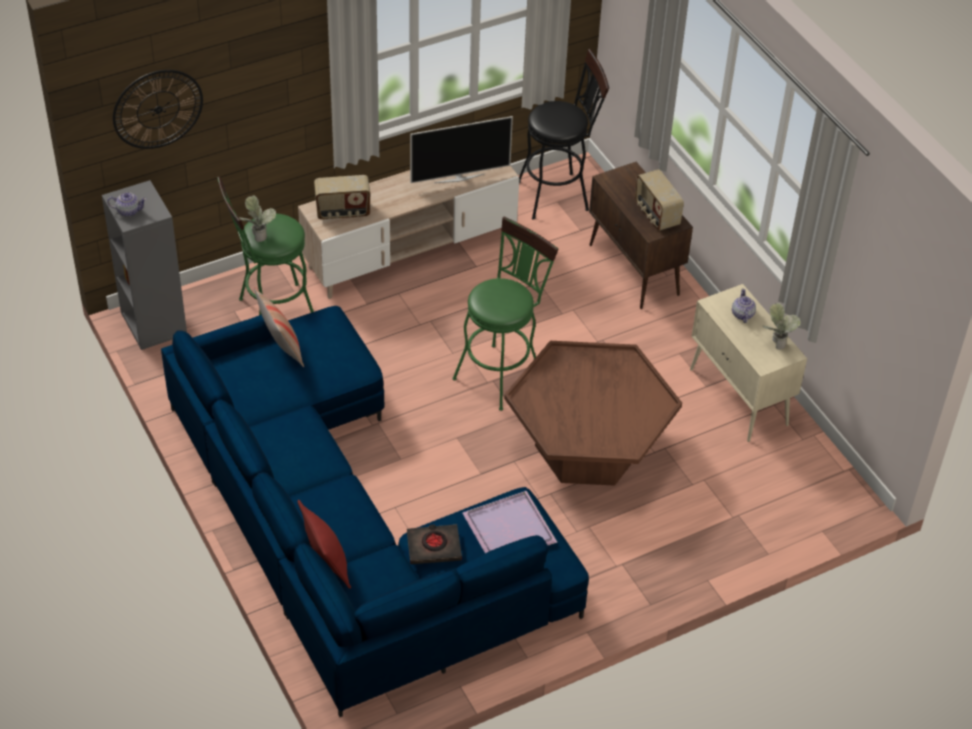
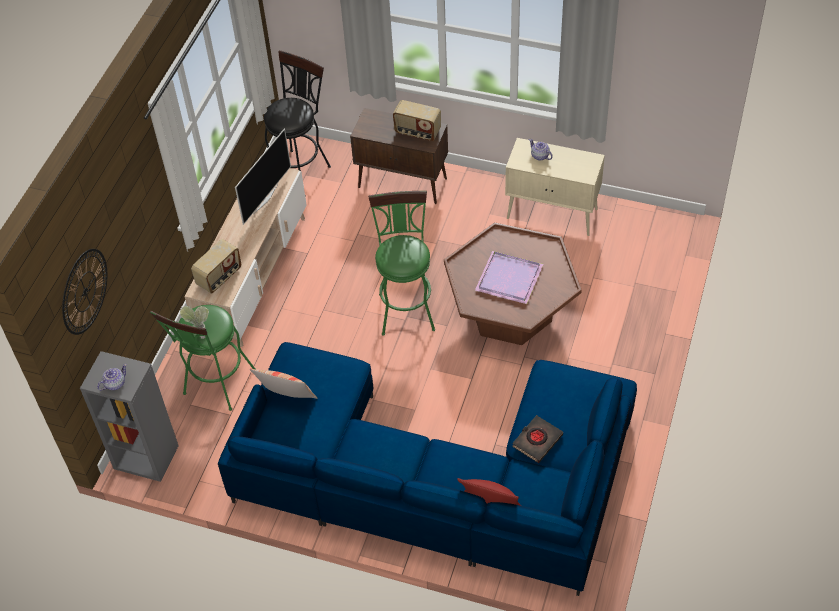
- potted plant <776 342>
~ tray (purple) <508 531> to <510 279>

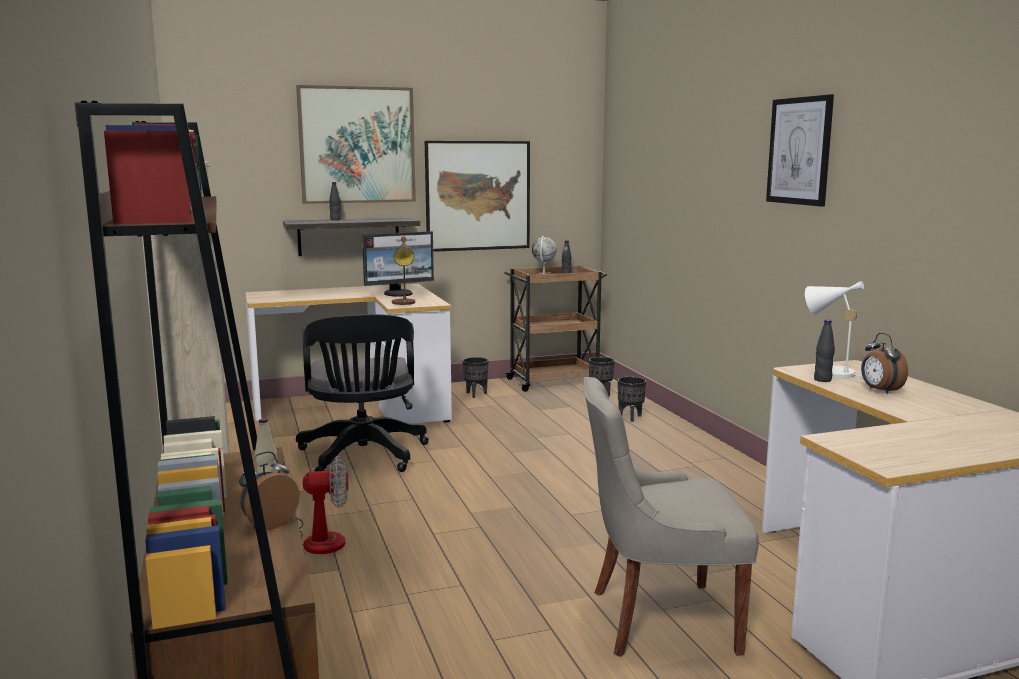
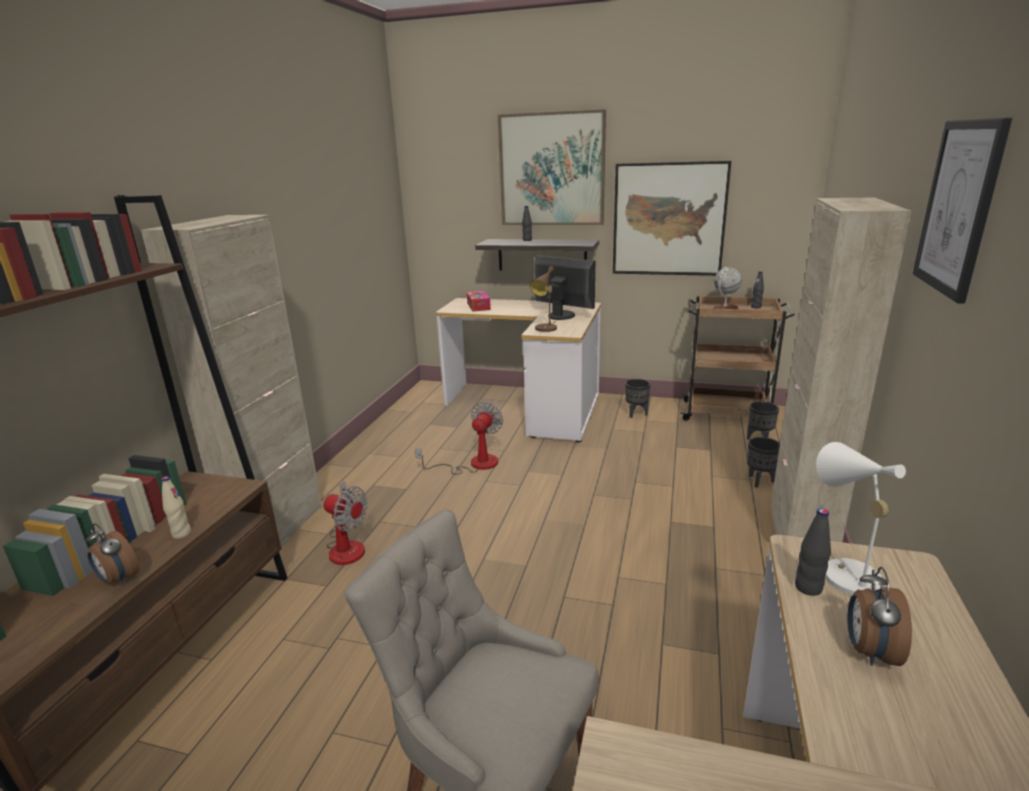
~ monitor <399 294> = <562 315> 150 degrees counterclockwise
~ office chair (black) <363 457> to fan <473 464>
~ alarm clock <268 524> = <118 579> 135 degrees counterclockwise
+ cabinet (beige) <800 536>
+ tissue box <478 306>

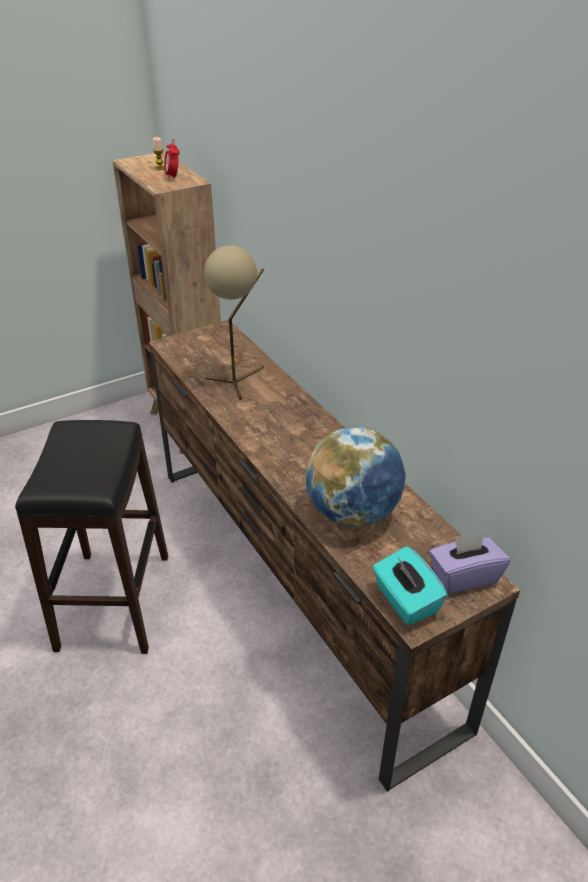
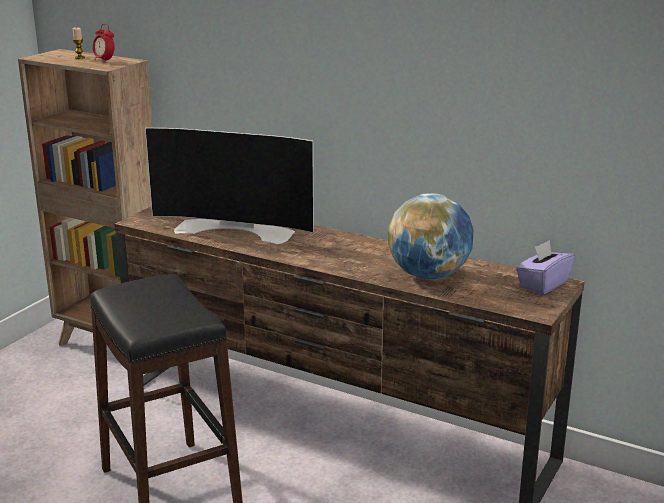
~ table lamp (beige) <238 380> to television <236 229>
- tissue box (turquoise) <405 601>

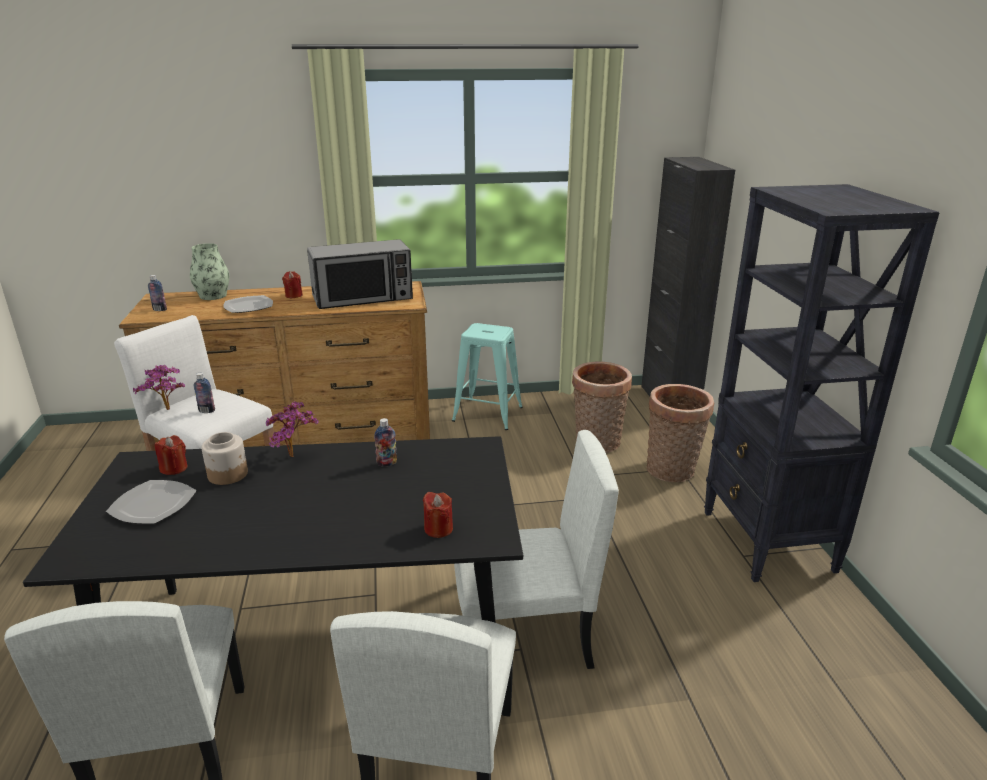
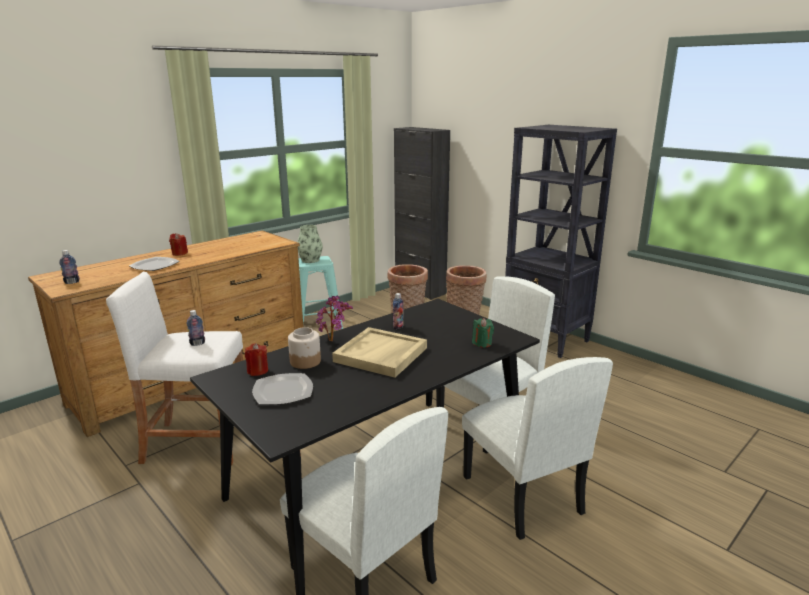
- microwave <363 298>
~ vase <213 296> to <310 260>
- potted plant <167 411>
~ candle (red) <438 529> to candle (green) <482 343>
+ tray (beige) <381 355>

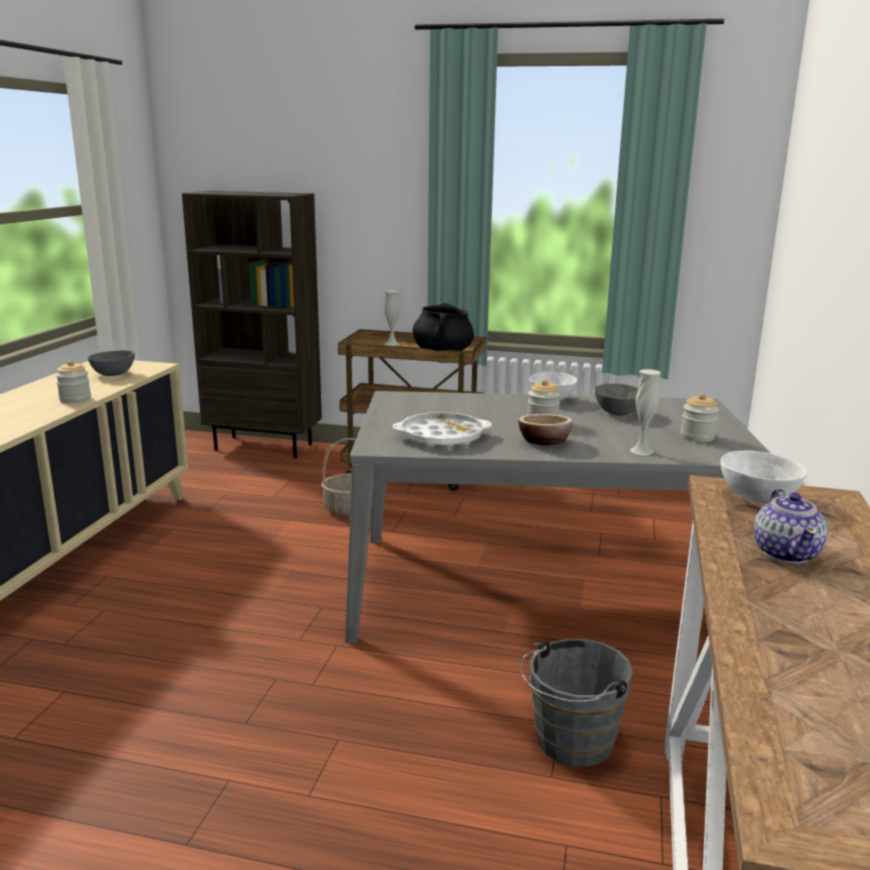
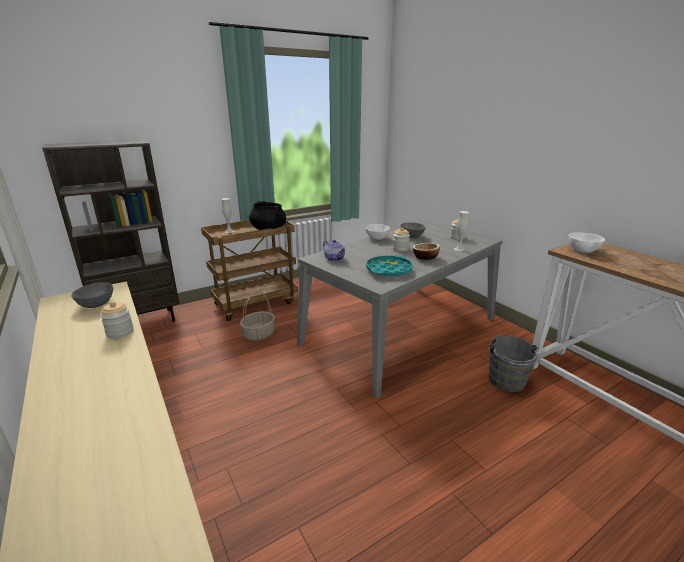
~ tray (white) <441 437> to tray (turquoise) <388 270>
~ teapot <786 553> to <334 258>

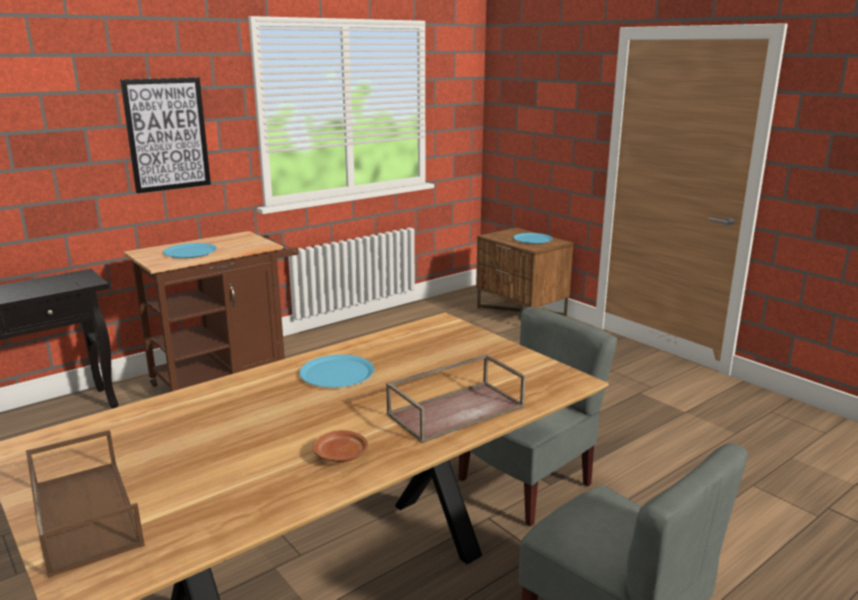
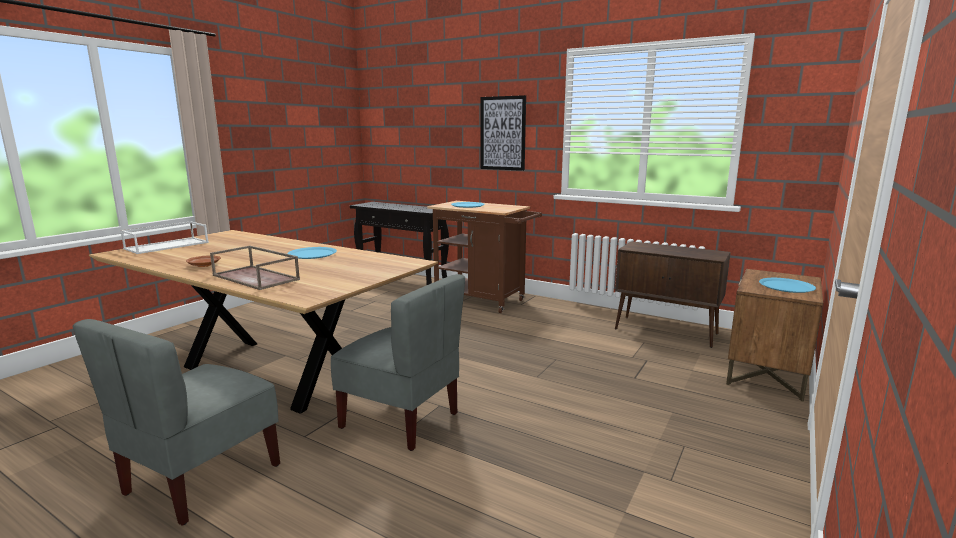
~ tray (brown) <83 514> to tray (white) <167 245>
+ cabinet (brown) <666 331>

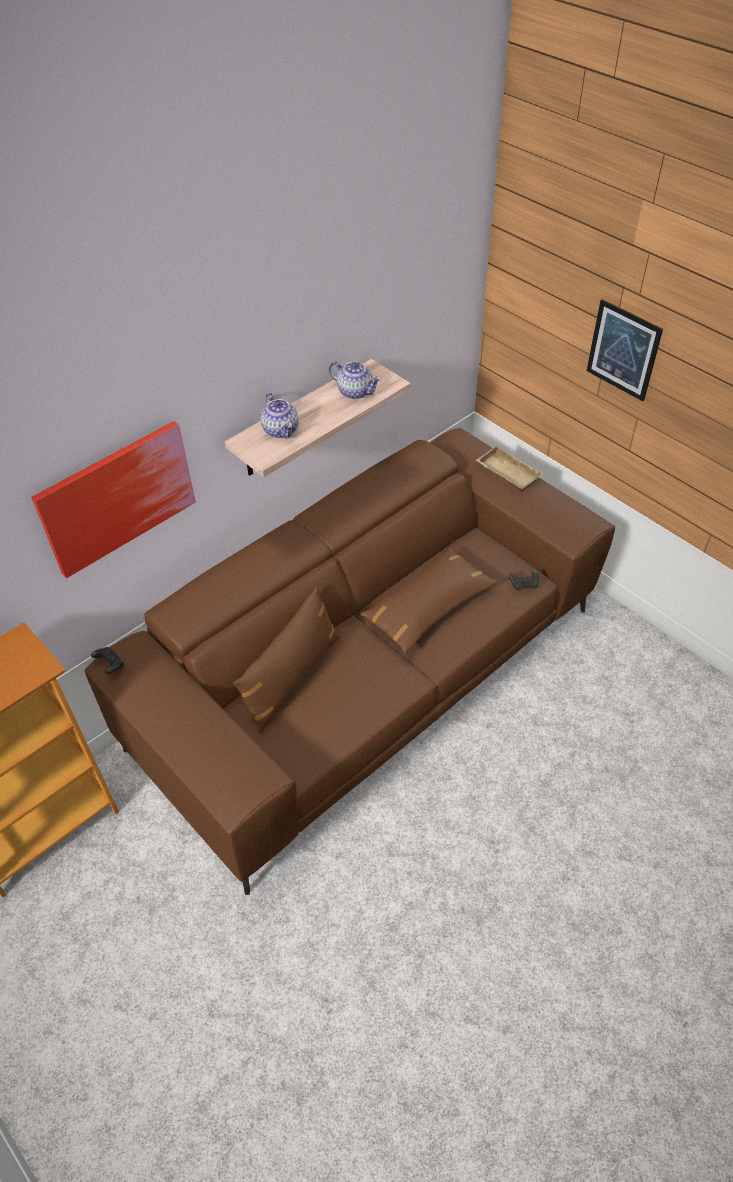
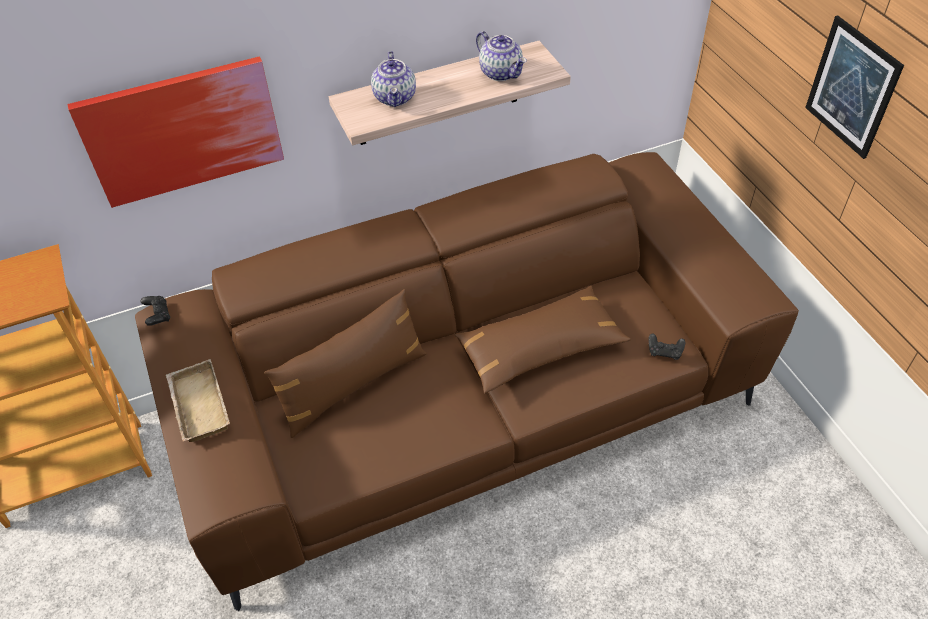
~ tray (beige) <506 473> to <197 405>

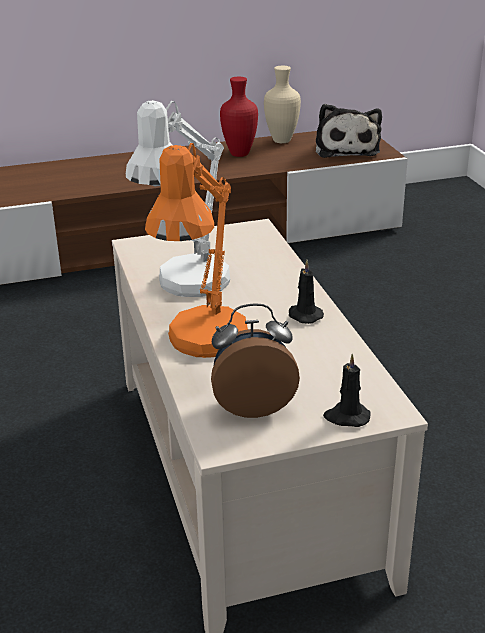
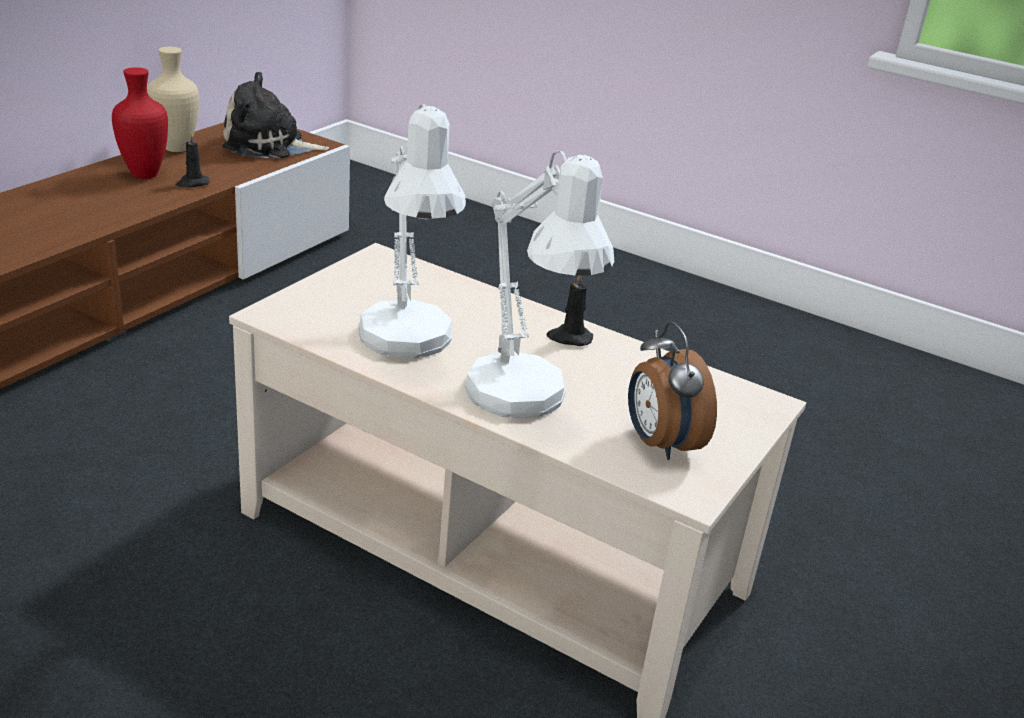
~ plush toy <346 149> = <269 145> 135 degrees clockwise
~ table lamp (orange) <203 345> to table lamp (white) <524 403>
~ alarm clock <253 404> = <659 444> 60 degrees counterclockwise
~ candle (black) <346 417> to <192 183>

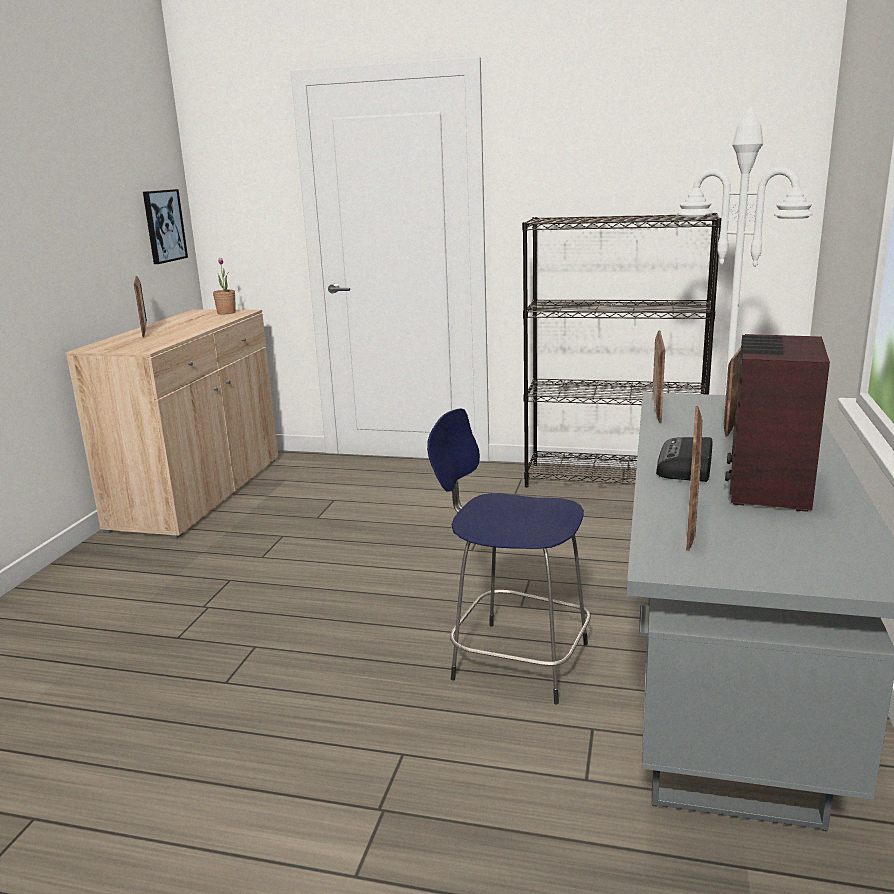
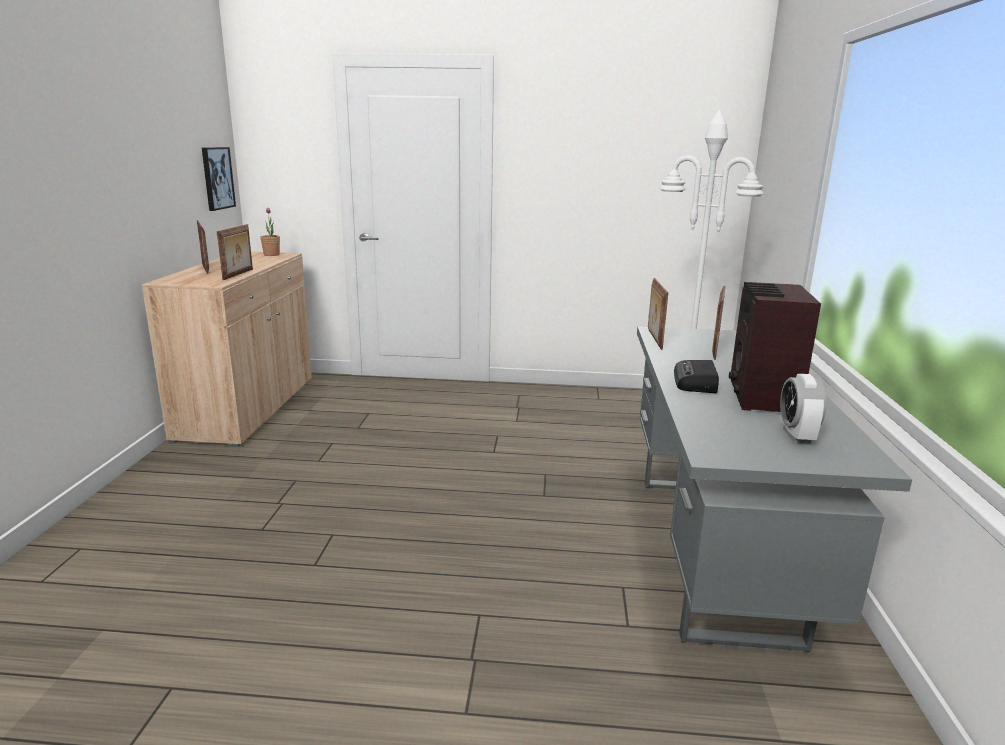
- bookcase (black) <614 479>
~ picture frame <691 522> to <239 274>
- stool (blue) <515 660>
+ alarm clock <796 435>

